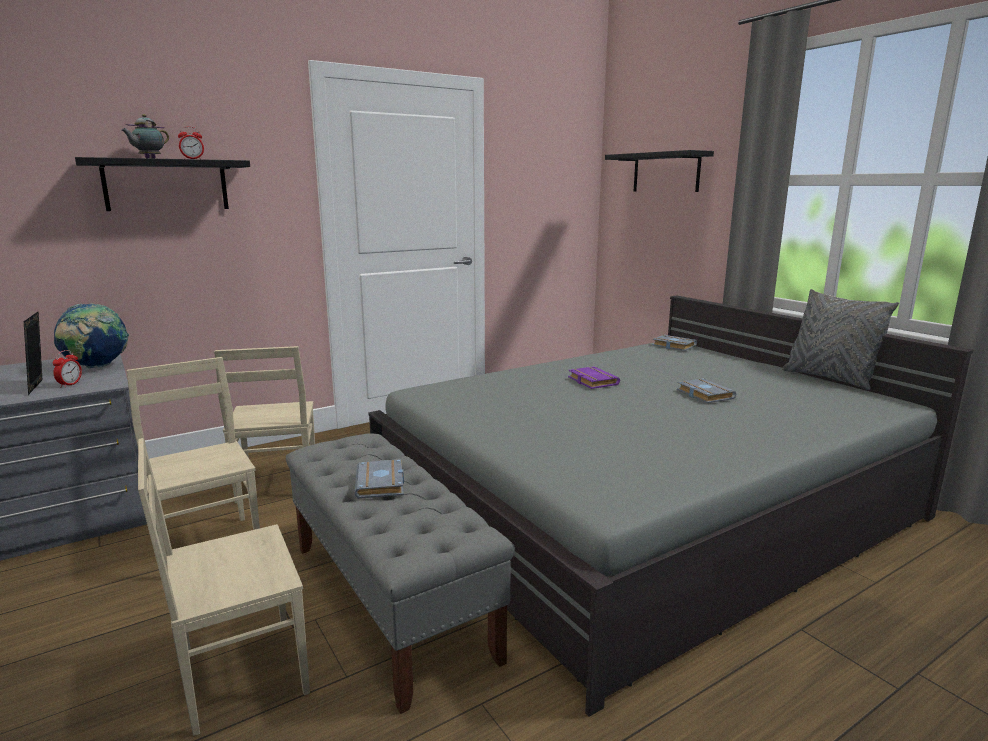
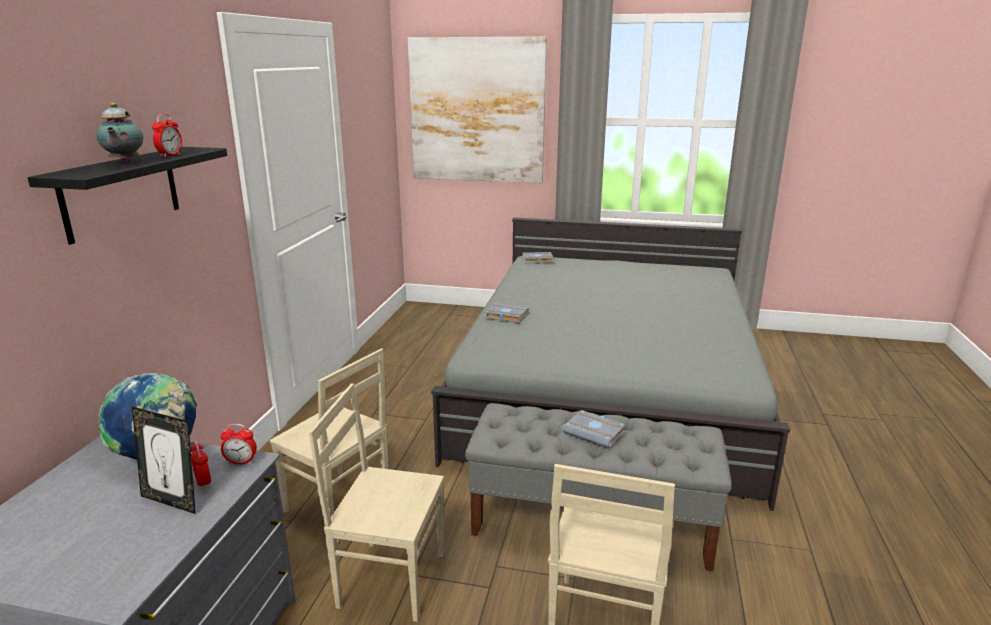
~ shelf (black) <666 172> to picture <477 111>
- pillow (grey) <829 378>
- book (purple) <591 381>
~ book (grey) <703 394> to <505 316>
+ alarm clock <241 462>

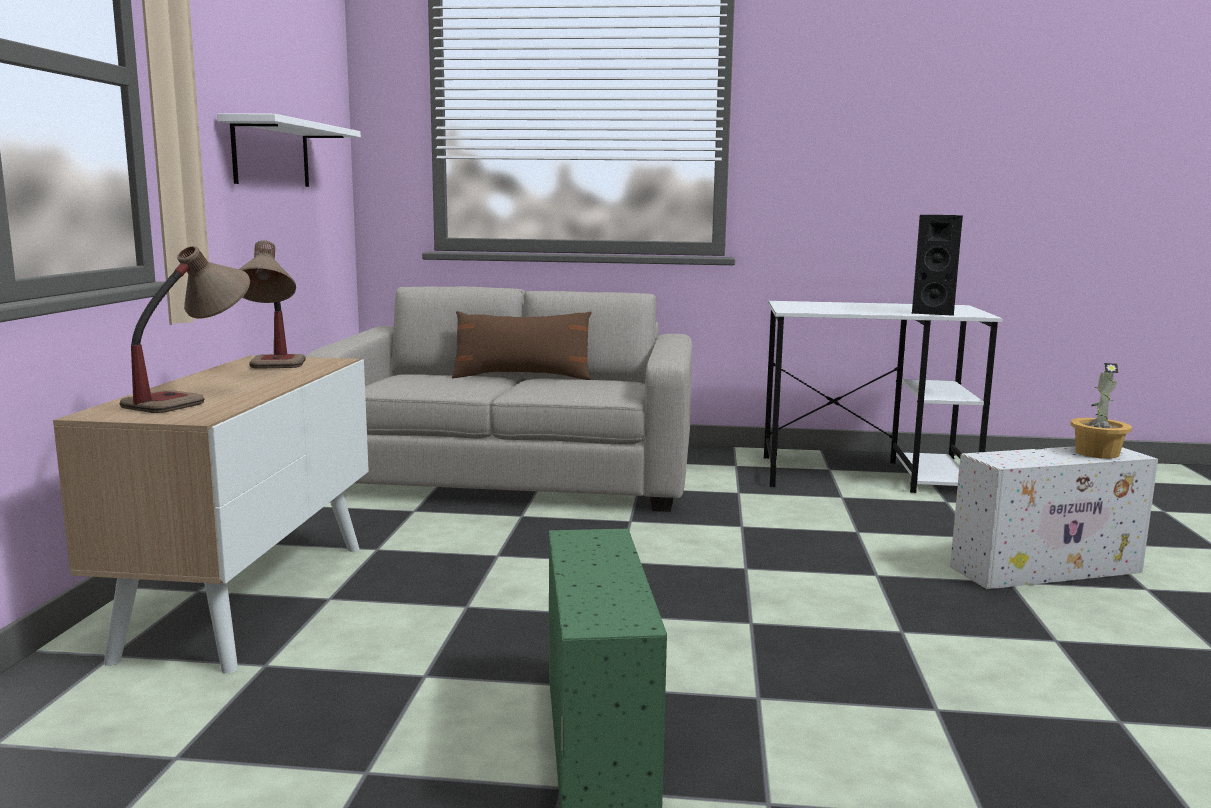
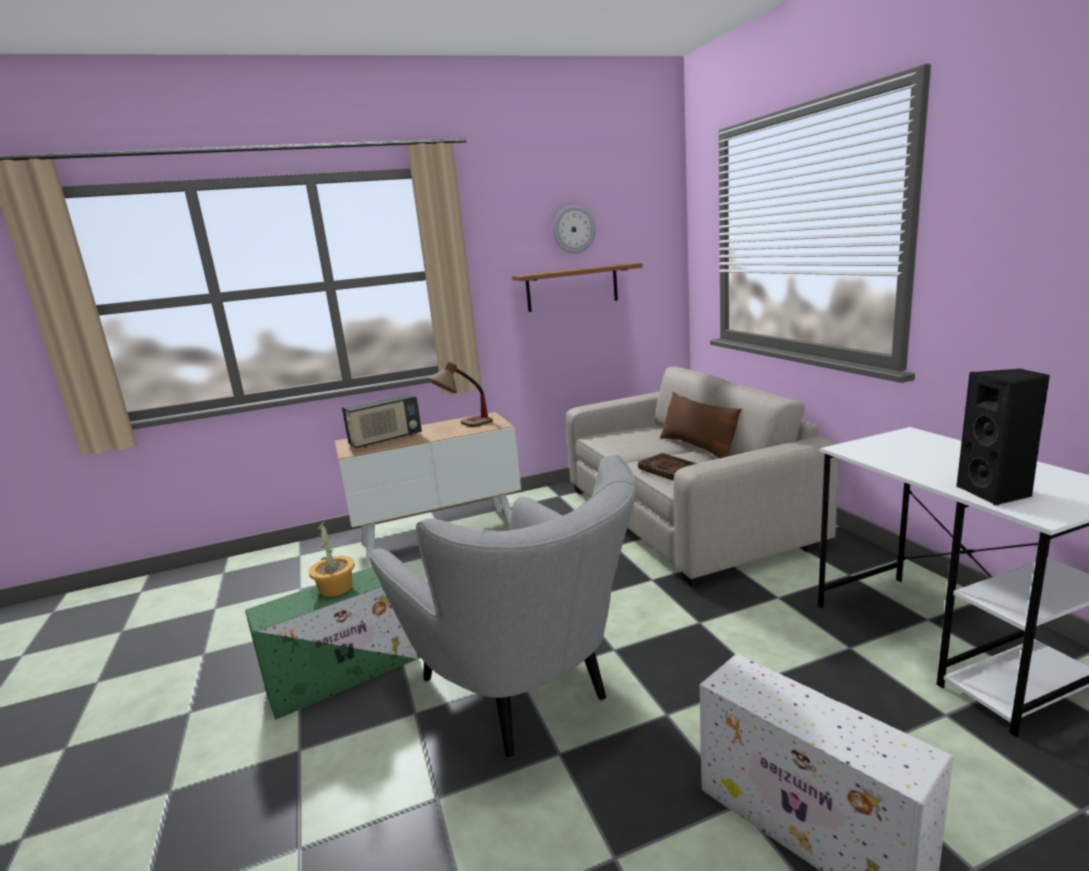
~ shelf (white) <271 154> to shelf (brown) <572 287>
~ table lamp <193 398> to radio <385 440>
~ potted plant <1097 453> to <336 588>
+ wall clock <573 229>
+ book <671 471>
+ armchair (grey) <523 694>

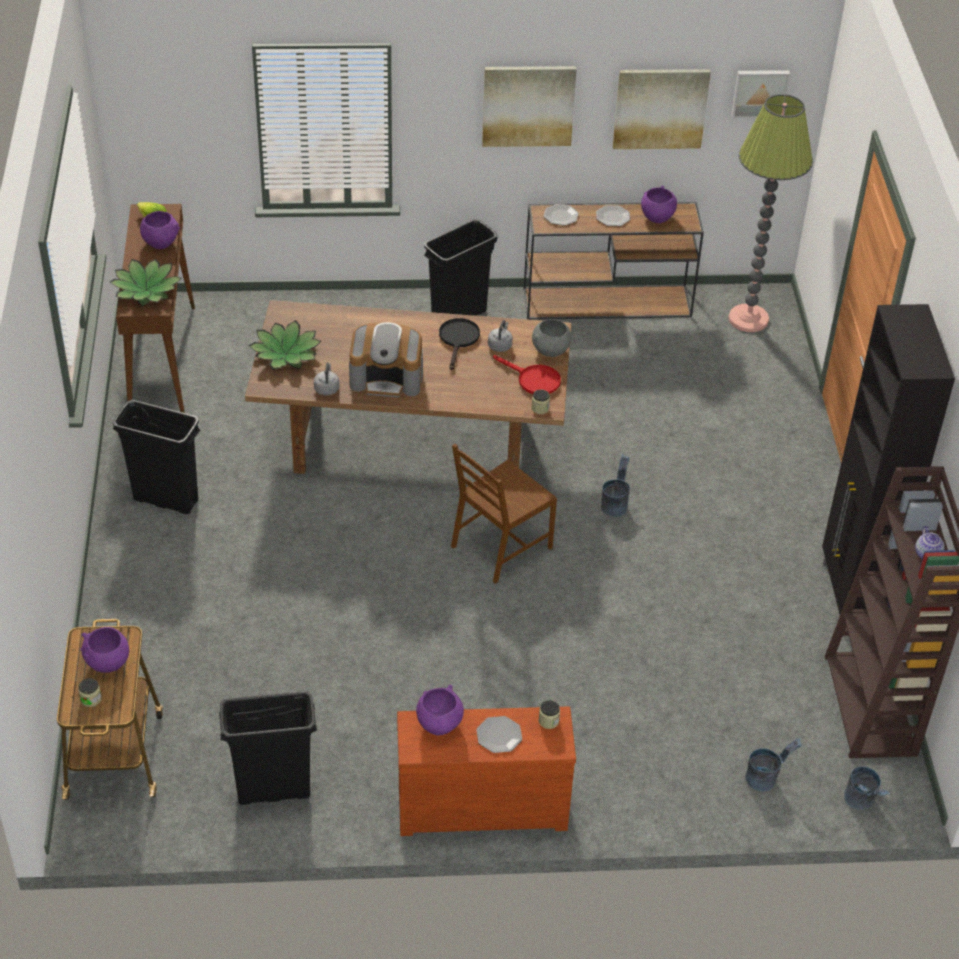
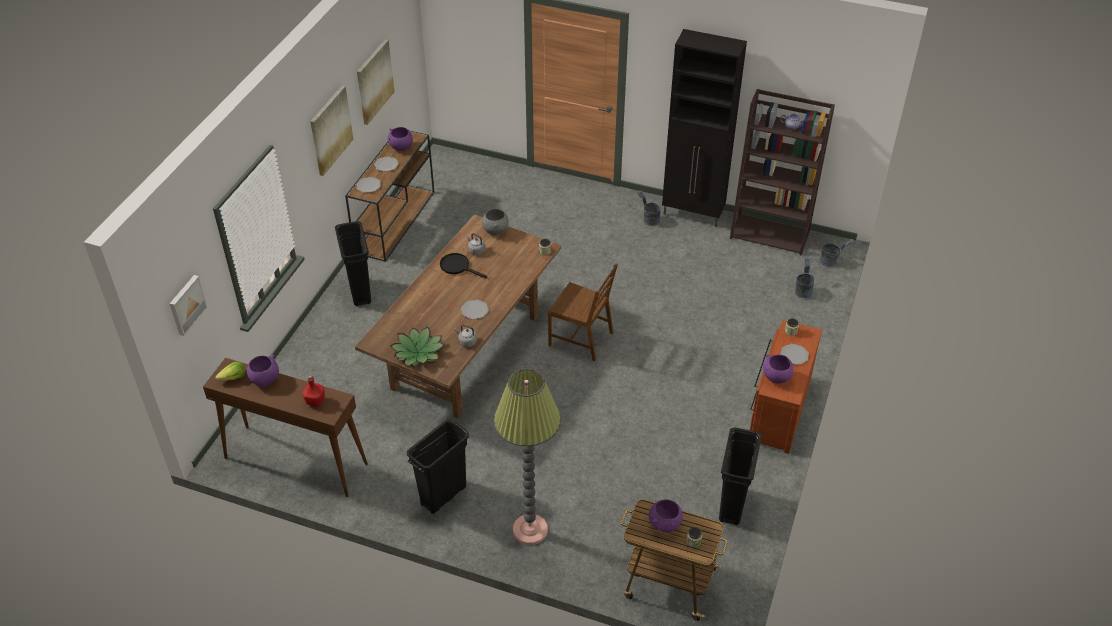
~ picture <759 92> to <186 304>
~ floor lamp <748 319> to <530 530>
~ potted plant <146 290> to bottle (red) <315 401>
~ coffee machine <387 378> to plate <474 310>
- frying pan (red) <533 380>
~ chair (brown) <500 547> = <582 338> 45 degrees counterclockwise
~ bucket (grey) <615 504> to <649 219>

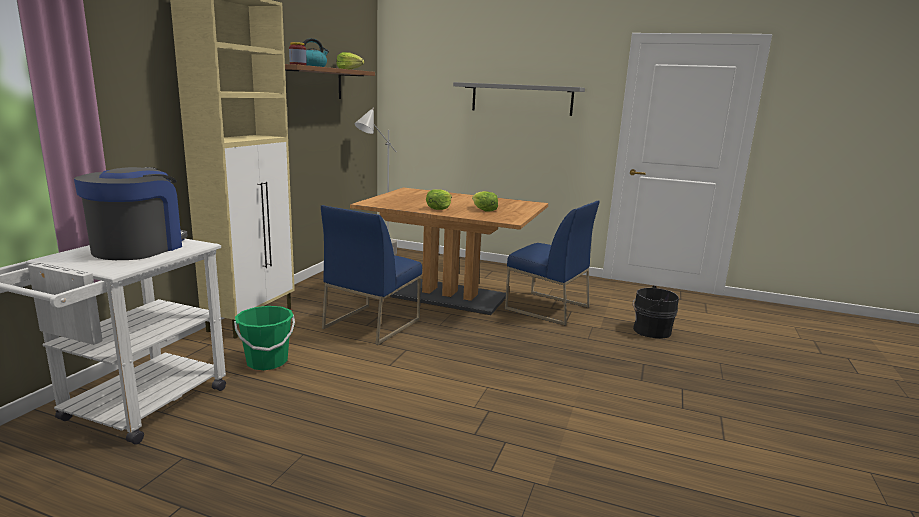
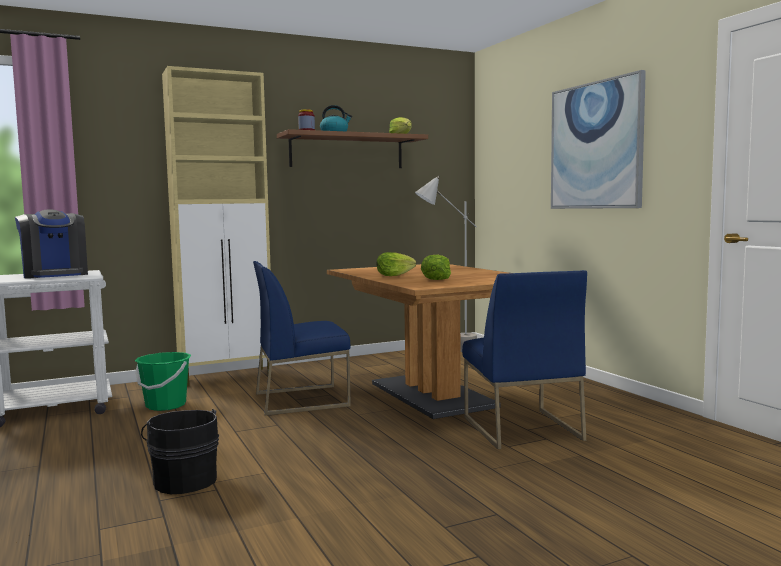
~ shelf (grey) <521 99> to picture <595 146>
~ coffee machine <139 248> = <55 275> 90 degrees clockwise
~ bucket (black) <649 330> to <184 480>

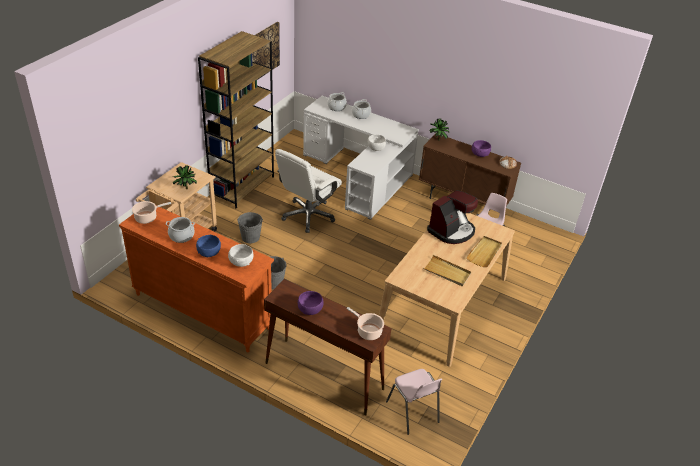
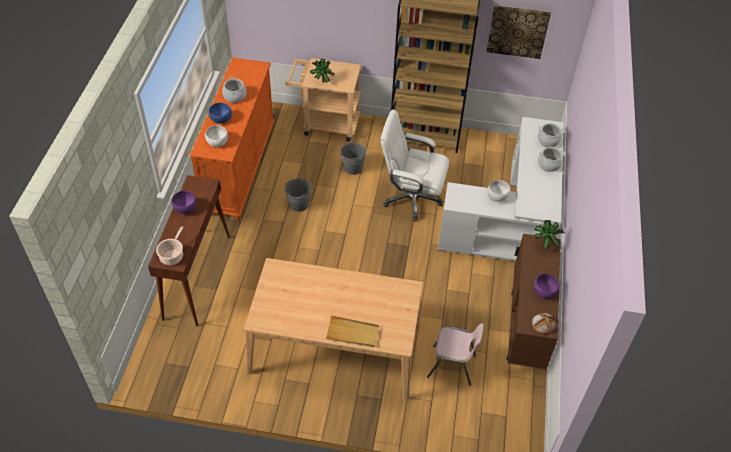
- coffee machine <452 231>
- cooking pot <147 218>
- tray (beige) <447 272>
- chair (pink) <412 412>

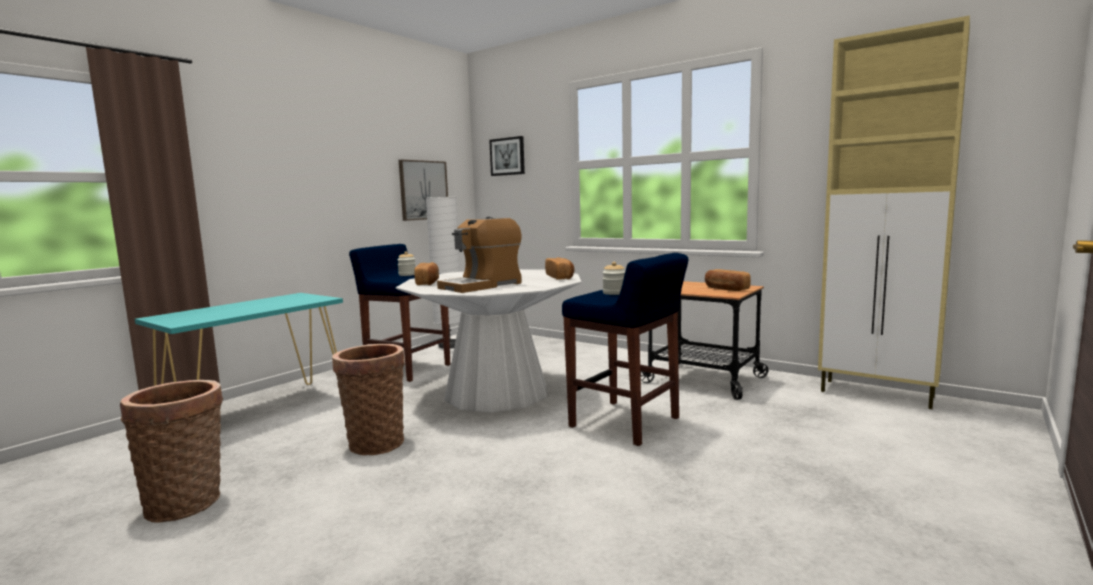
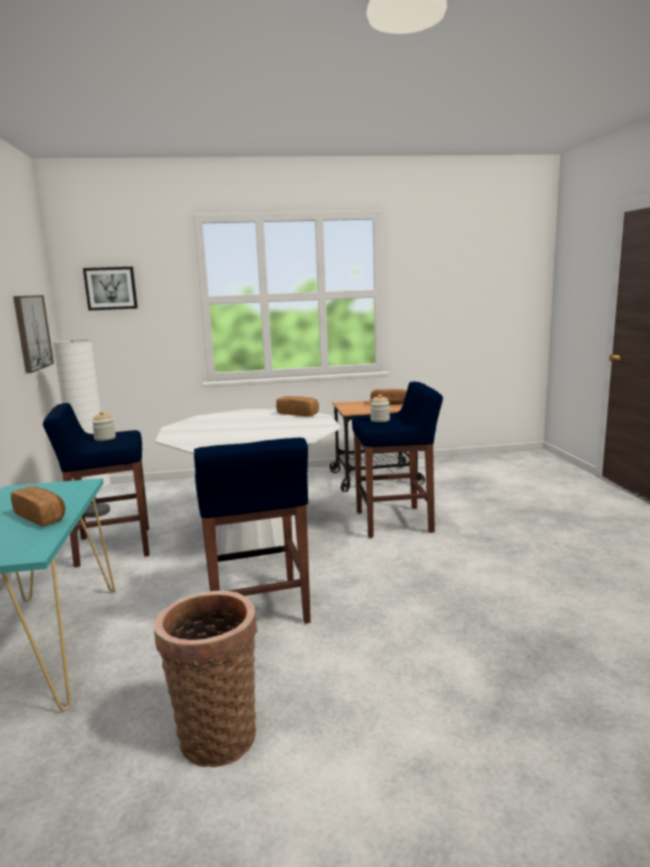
- cabinet (beige) <878 394>
- coffee machine <482 286>
~ bread <428 282> to <41 517>
~ basket <376 442> to stool (blue) <258 609>

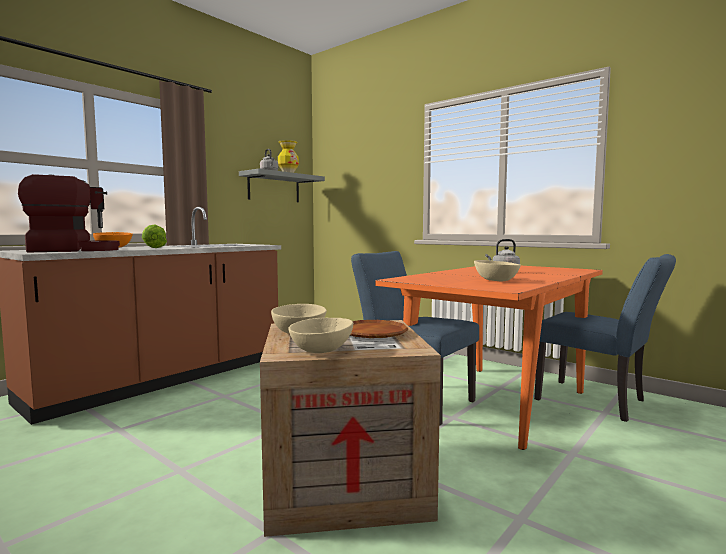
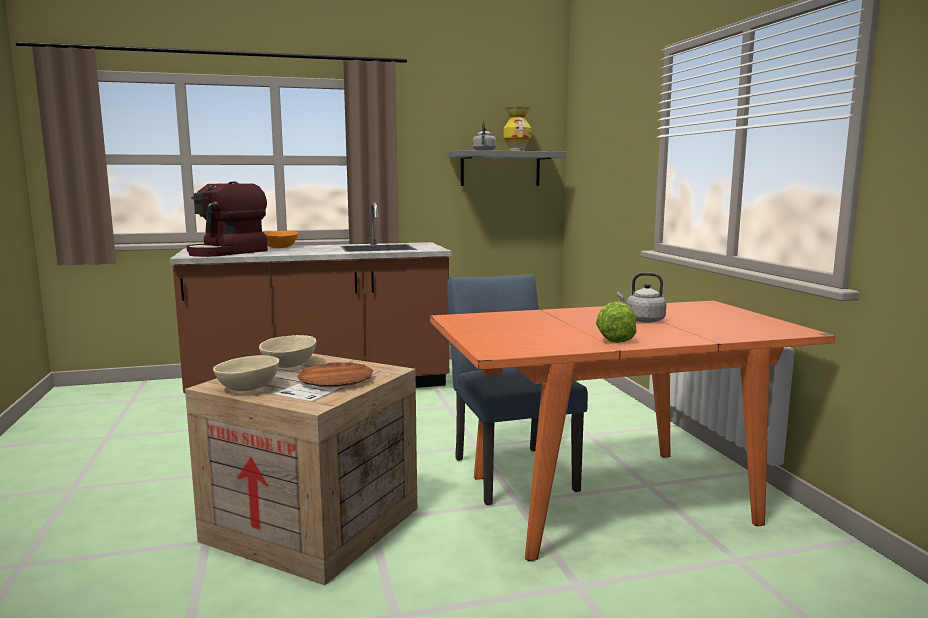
~ coffee machine <72 250> = <227 252> 120 degrees clockwise
~ lettuce <154 247> to <614 338>
- chair (blue) <598 402>
- bowl (beige) <495 280>

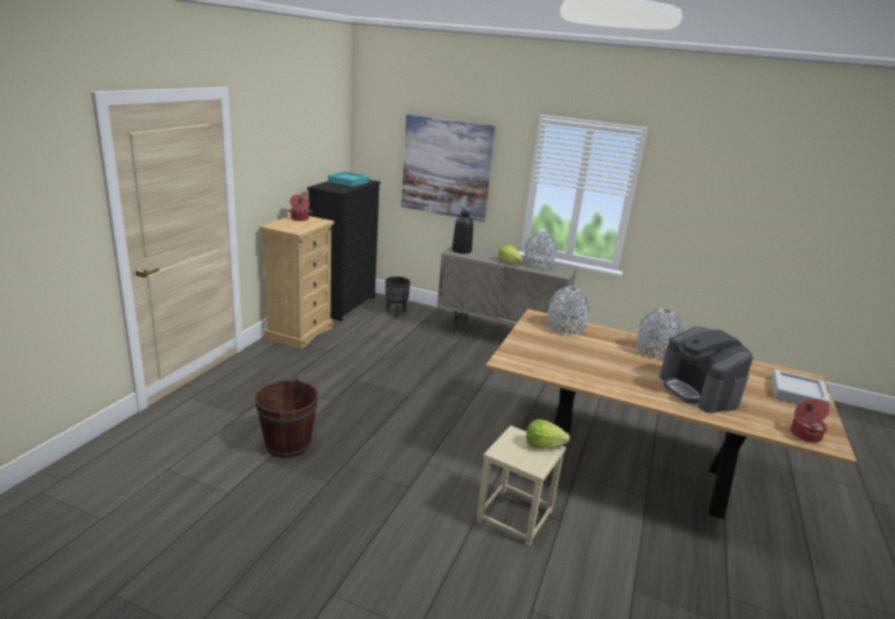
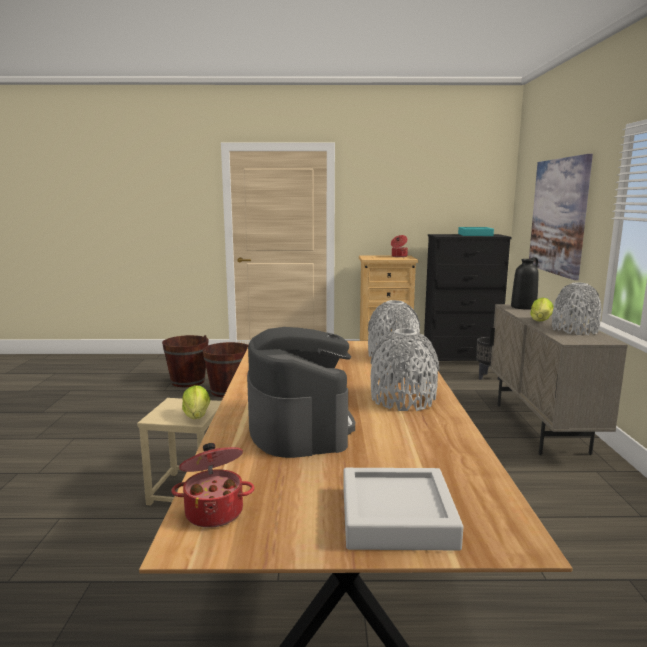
~ coffee machine <698 391> = <299 427> 120 degrees clockwise
+ bucket (brown) <188 381>

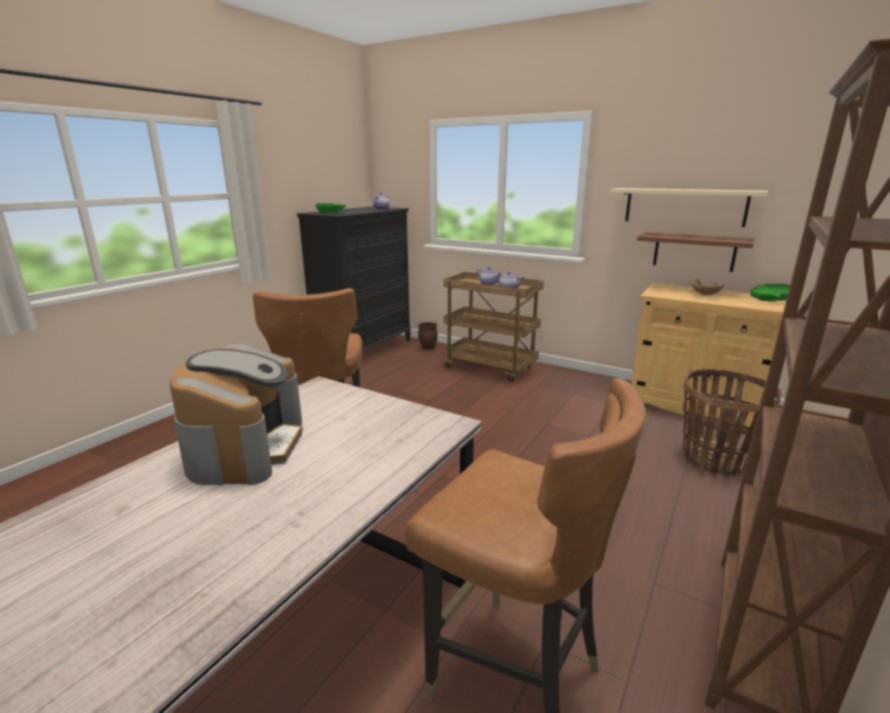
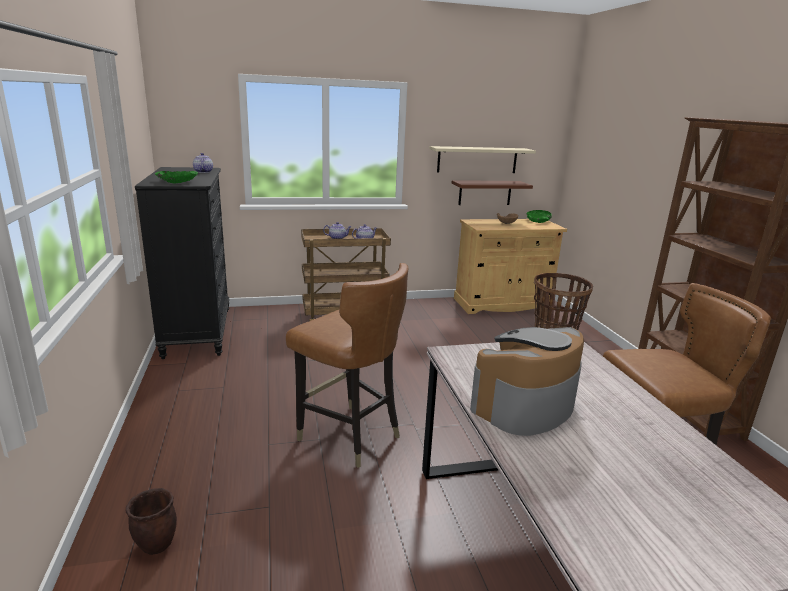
~ planter (brown) <428 347> to <157 544>
~ coffee machine <246 447> = <524 406> 90 degrees counterclockwise

